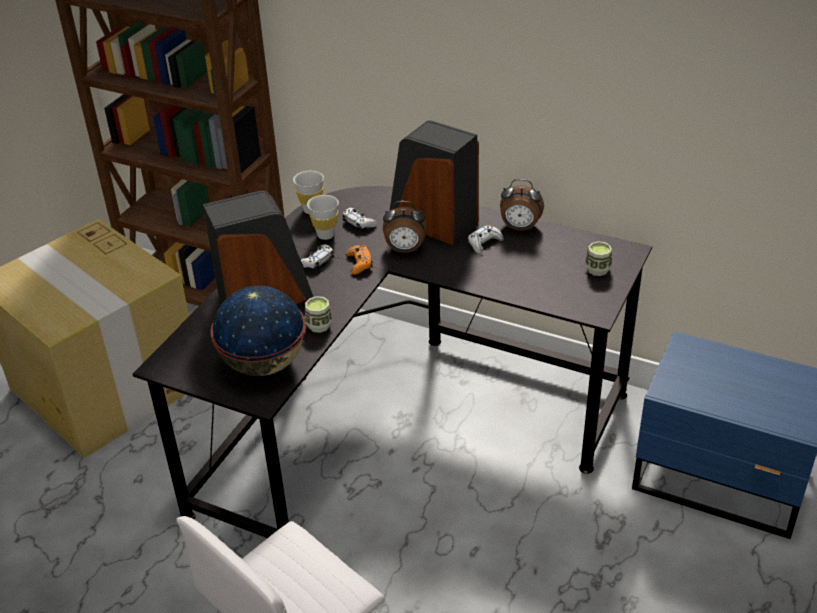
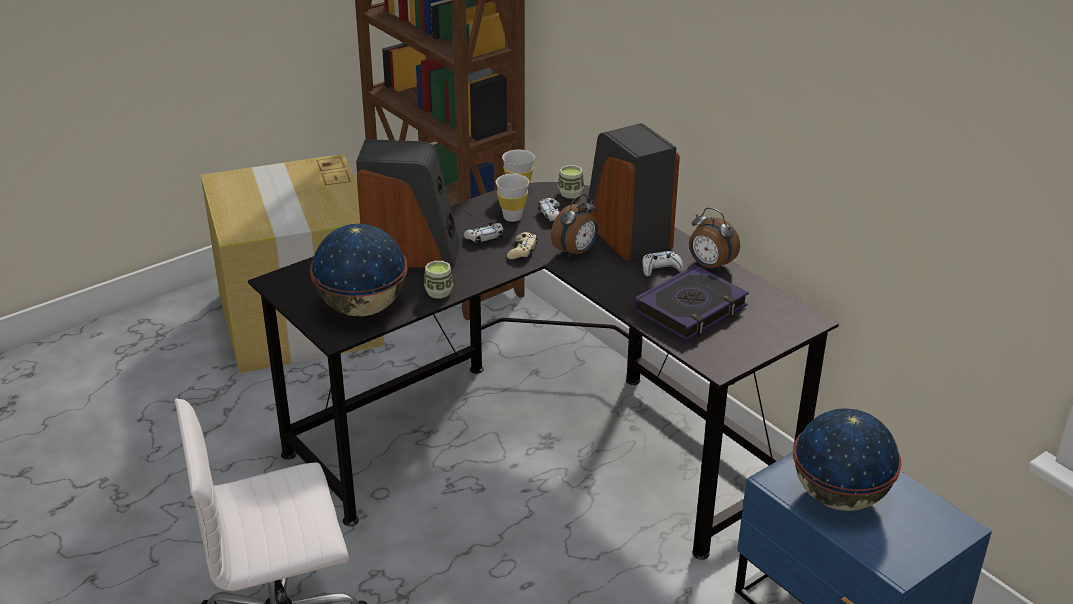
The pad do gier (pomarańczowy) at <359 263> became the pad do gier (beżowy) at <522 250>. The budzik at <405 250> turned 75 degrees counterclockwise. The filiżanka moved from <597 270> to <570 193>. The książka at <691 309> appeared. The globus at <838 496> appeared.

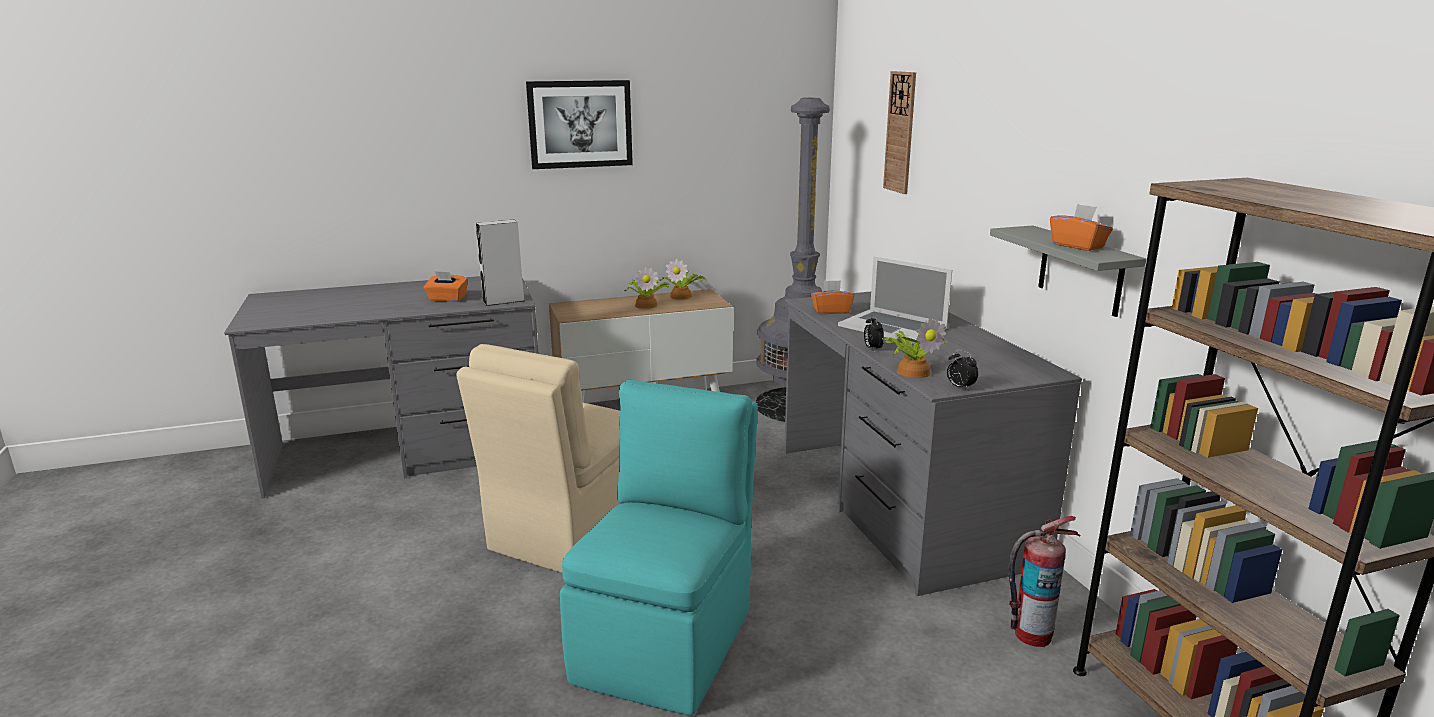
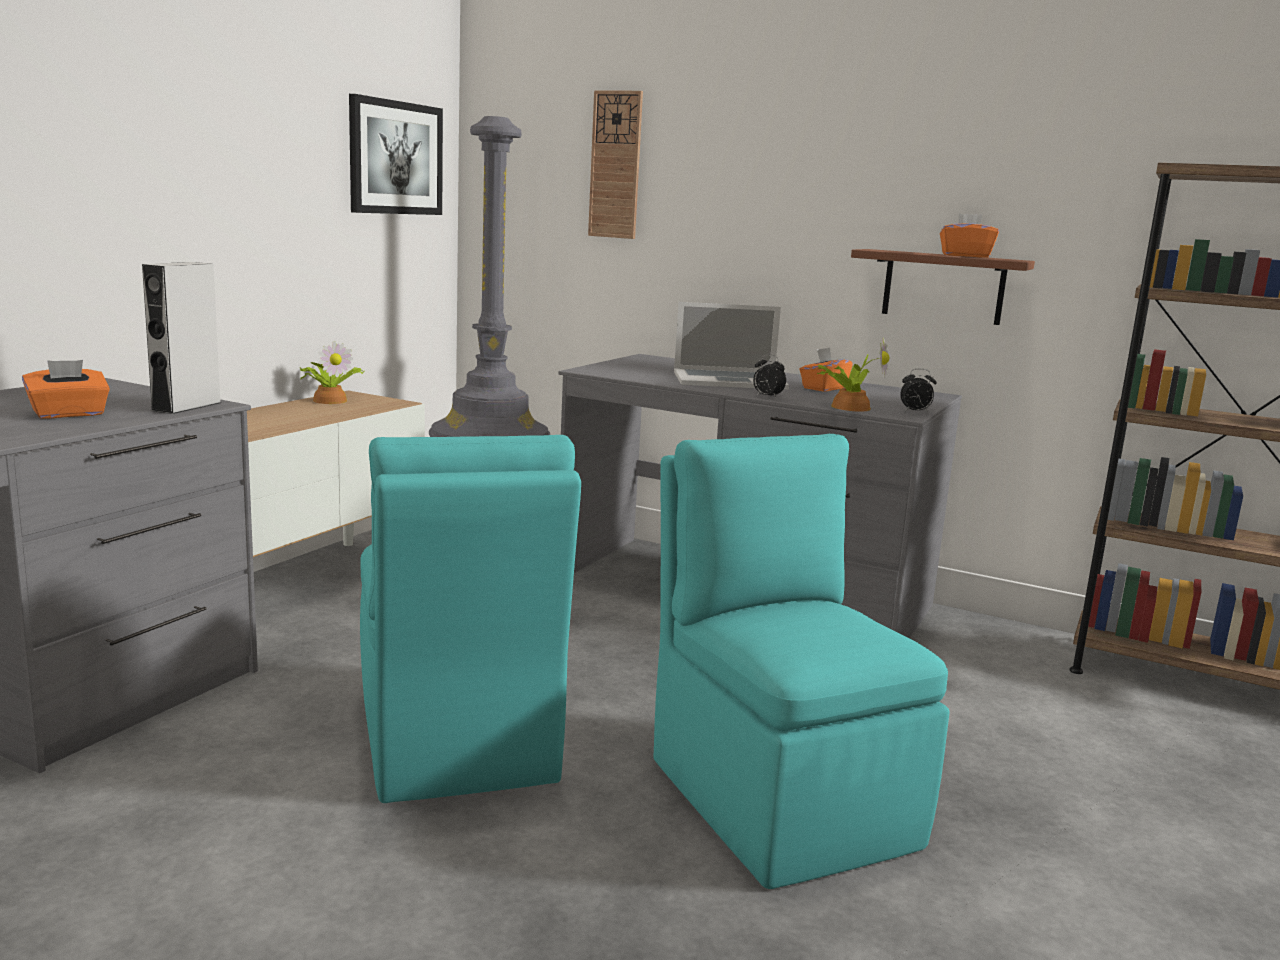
The krzesło (beżowy) at <567 532> became the krzesło (turkusowy) at <456 741>. The obraz moved from <580 124> to <395 158>. The roślina doniczkowa at <647 305> disappeared. The pudełko chusteczek (pomarańczowy) moved from <831 311> to <823 388>. The półka (szary) at <1080 271> became the półka (brązowy) at <943 287>. The gaśnica at <1031 634> disappeared.

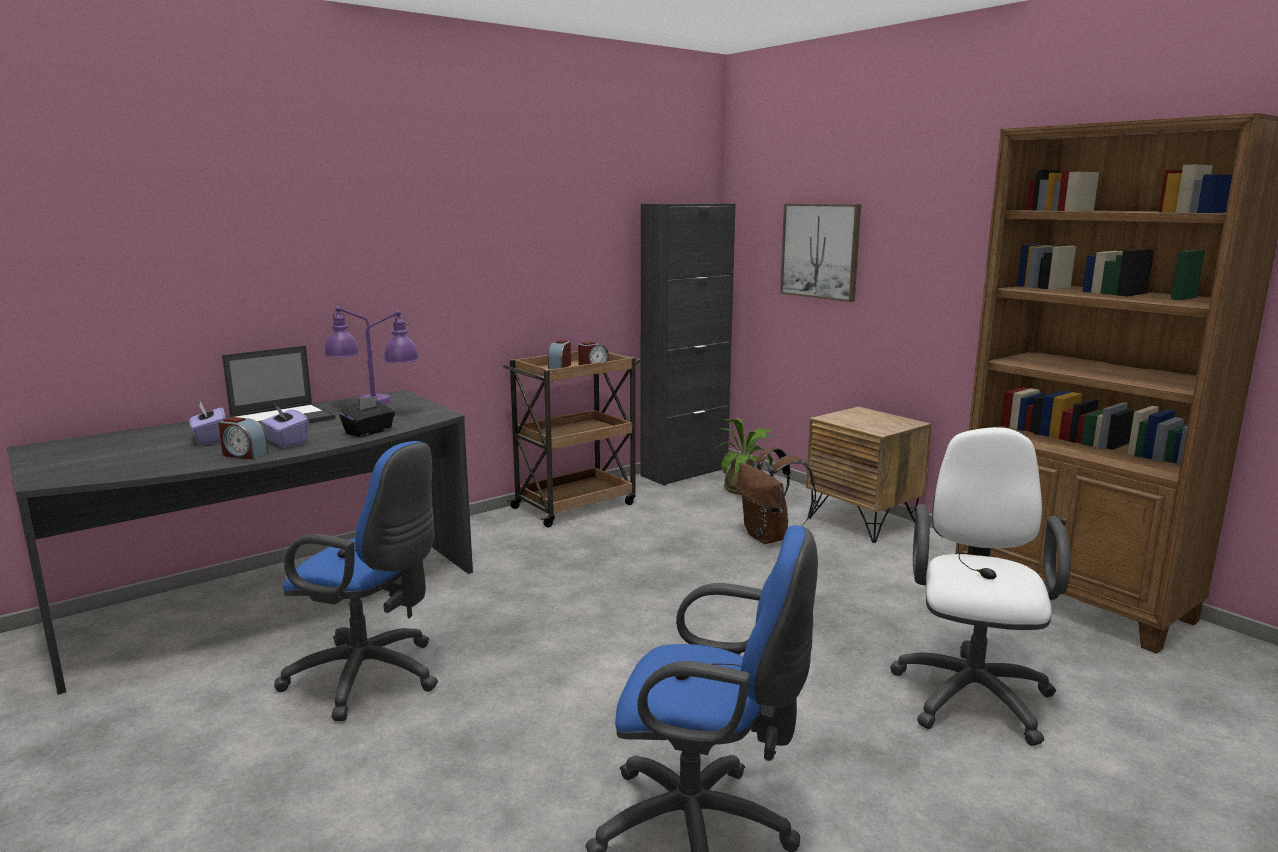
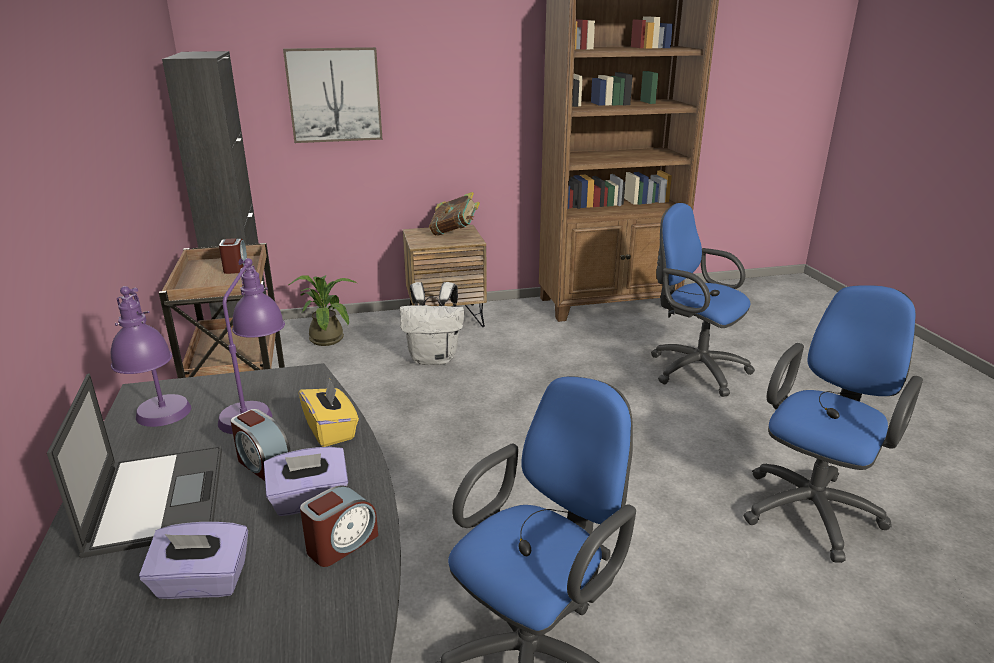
The pudełko chusteczek (czarny) at <369 432> became the pudełko chusteczek (żółty) at <331 430>. The budzik moved from <559 366> to <263 464>. The plecak (brązowy) at <770 537> became the plecak (biały) at <434 358>. The krzesło biurowe (biały) at <971 691> became the krzesło biurowe (niebieski) at <693 369>. The książka at <455 233> appeared.

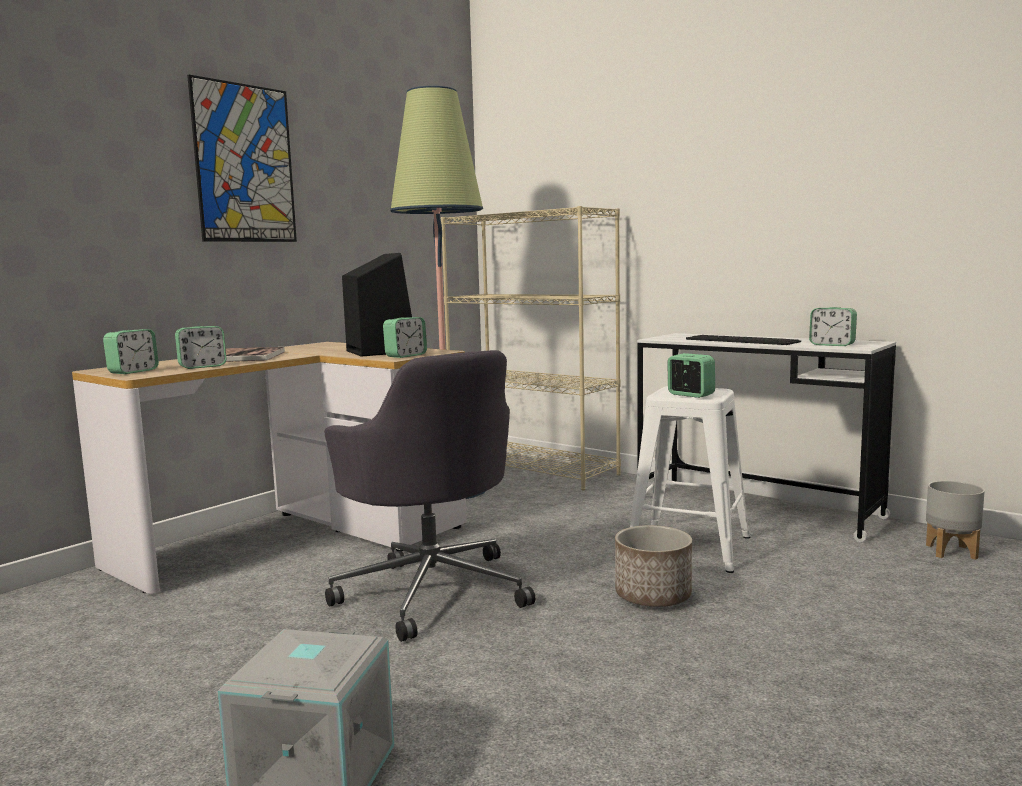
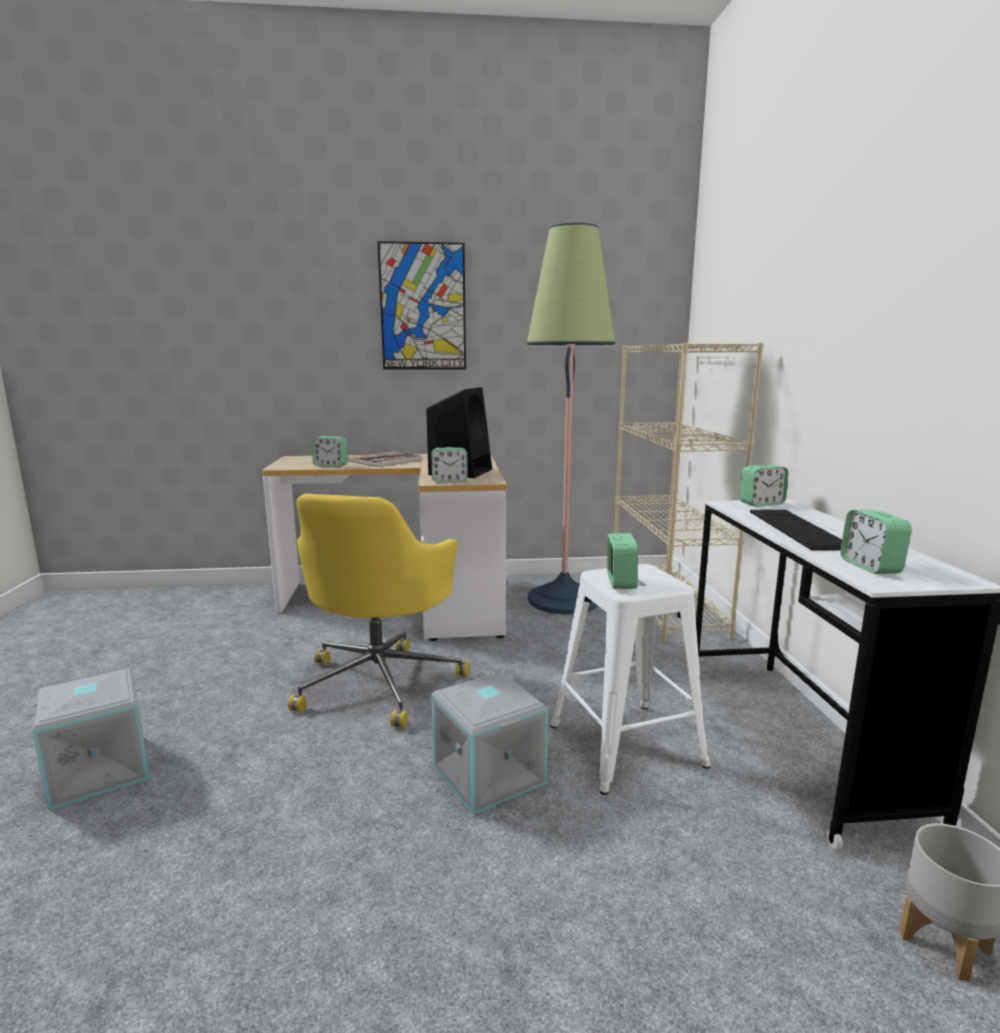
The budzik moved from <133 371> to <761 503>. The krzesło biurowe (szary) at <432 591> became the krzesło biurowe (żółty) at <381 681>. The donica at <653 596> was replaced by the pojemnik do przechowywania (szary) at <490 774>.

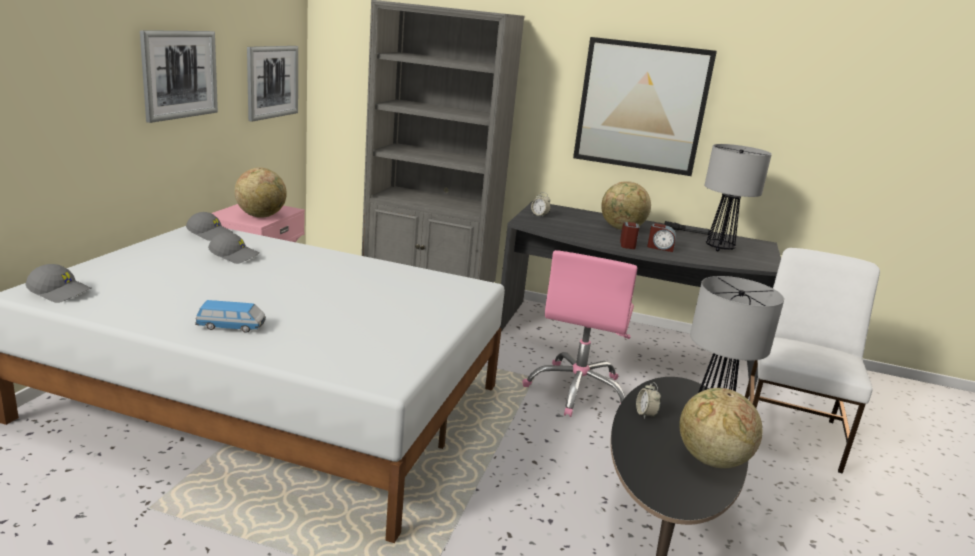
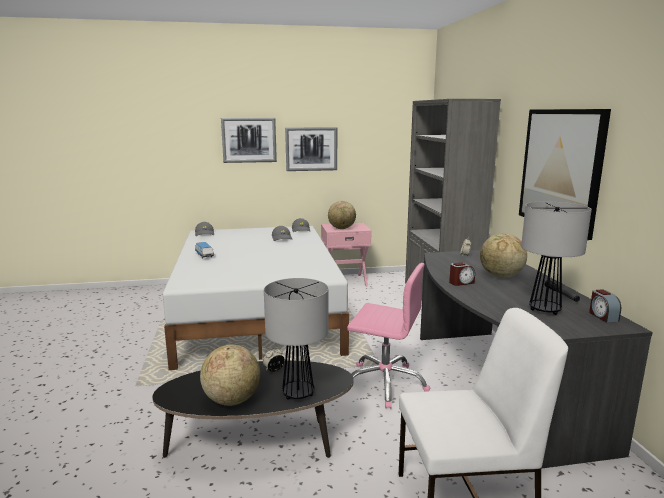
The obraz moved from <272 82> to <249 140>. The krzesło biurowe (różowy) at <577 390> turned 150 degrees counterclockwise. The budzik moved from <660 248> to <602 316>.

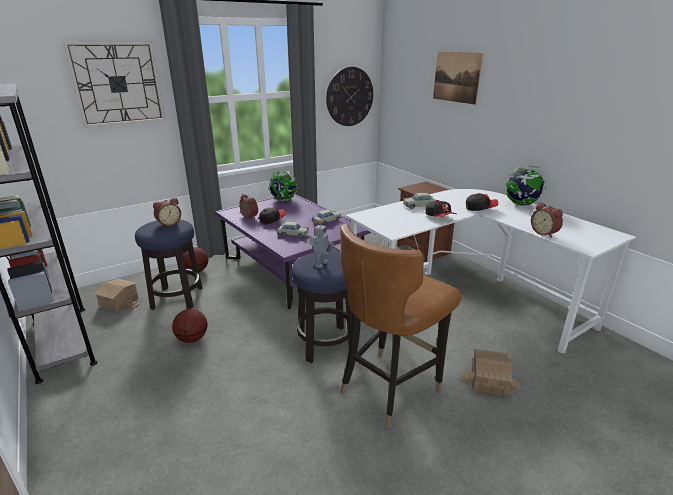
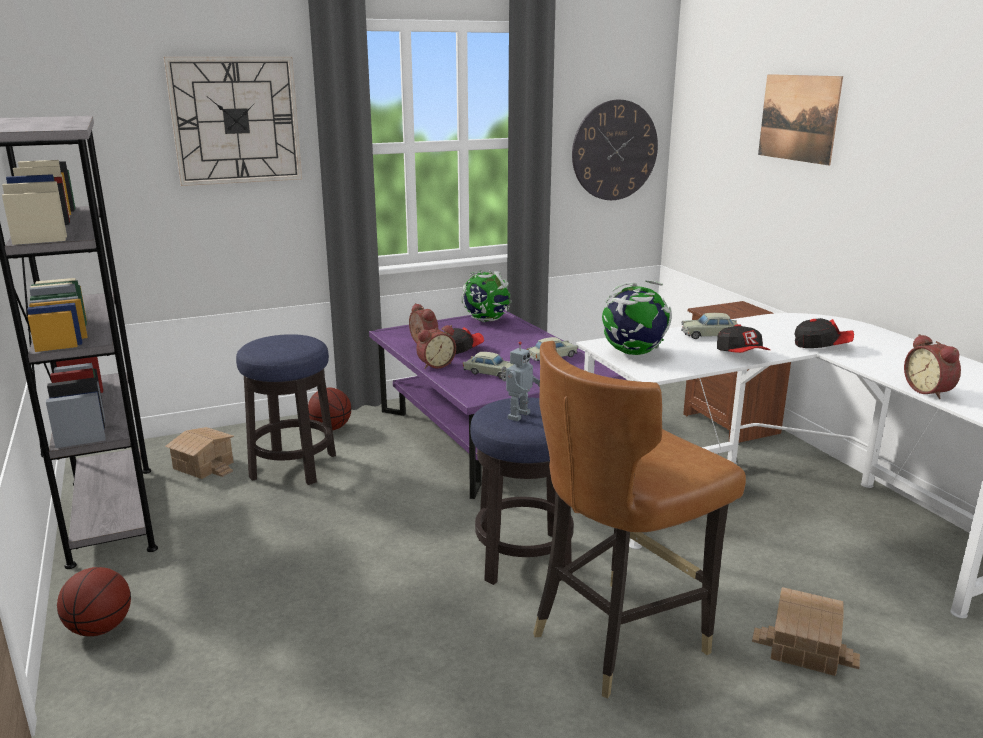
The budzik moved from <169 224> to <435 365>. The piłka do koszykówki moved from <192 339> to <100 628>. The globus moved from <521 204> to <633 353>.

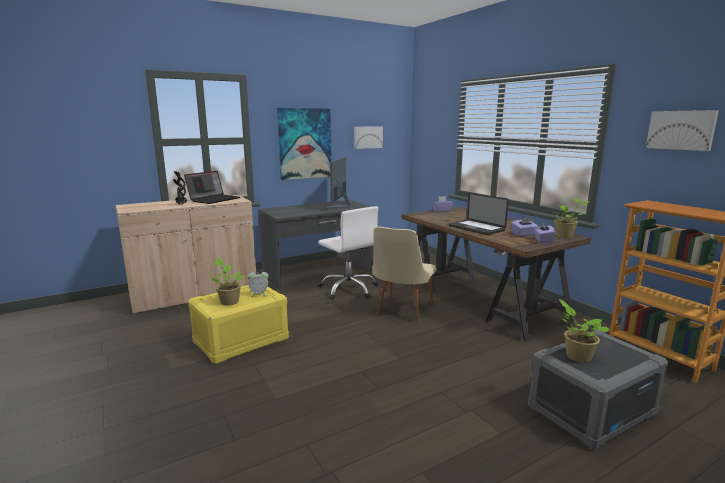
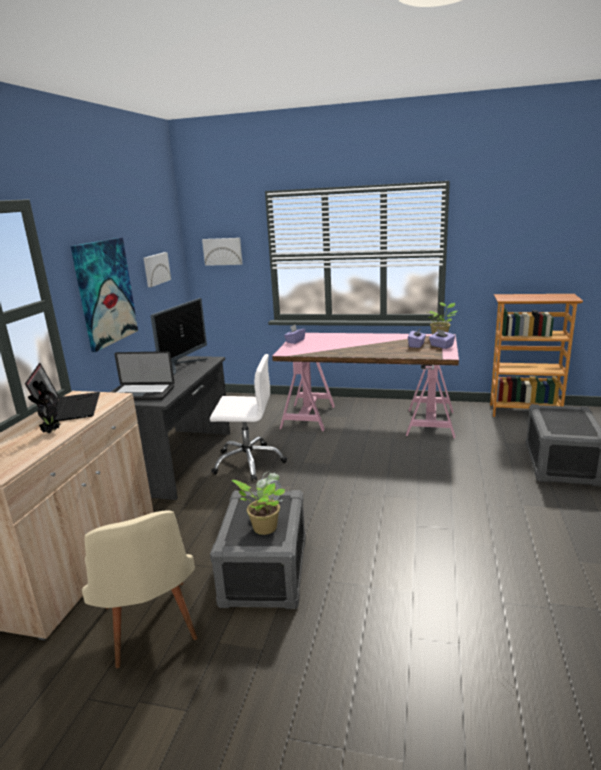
The pojemnik do przechowywania (żółty) at <241 341> became the pojemnik do przechowywania (szary) at <265 572>. The monitor at <341 205> turned 120 degrees counterclockwise. The krzesło (beżowy) moved from <401 311> to <151 631>. The biurko (brązowy) at <480 299> became the biurko (różowy) at <368 419>. The laptop moved from <476 228> to <141 393>. The roślina doniczkowa at <576 356> disappeared. The obraz moved from <681 130> to <223 251>.

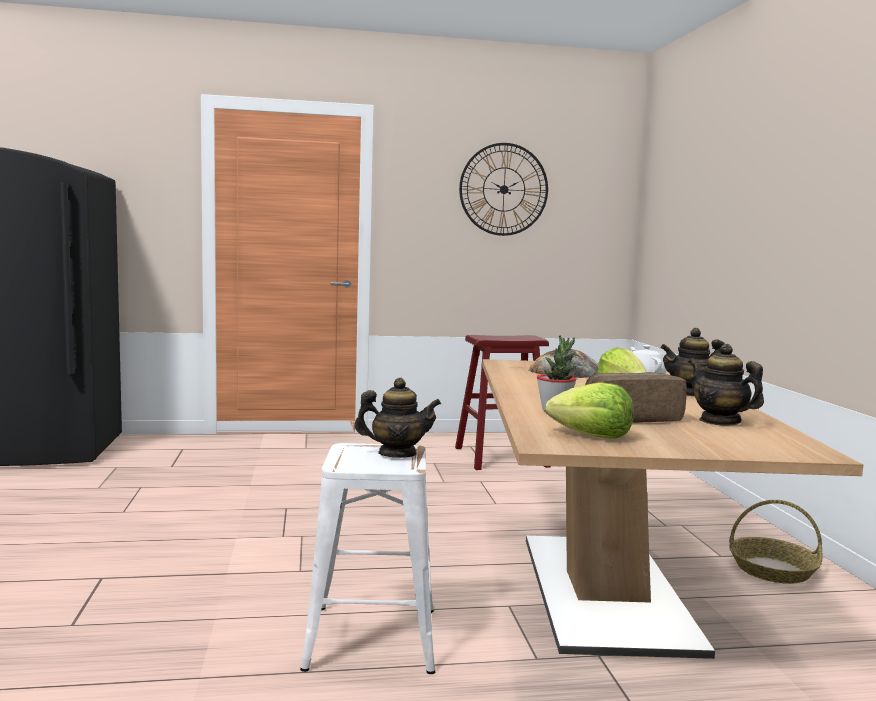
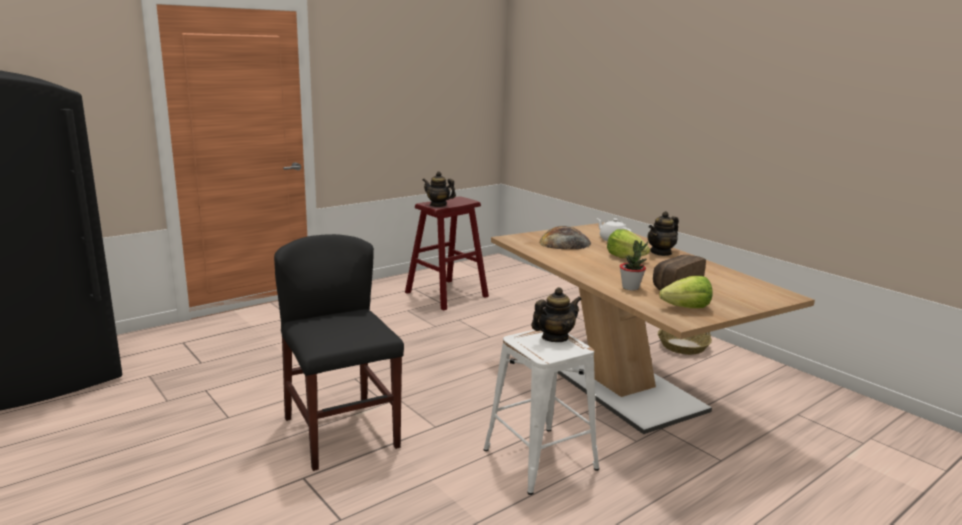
The zegar ścienny at <504 189> disappeared. The imbryk moved from <720 421> to <438 205>. The krzesło (czarny) at <341 432> appeared.

